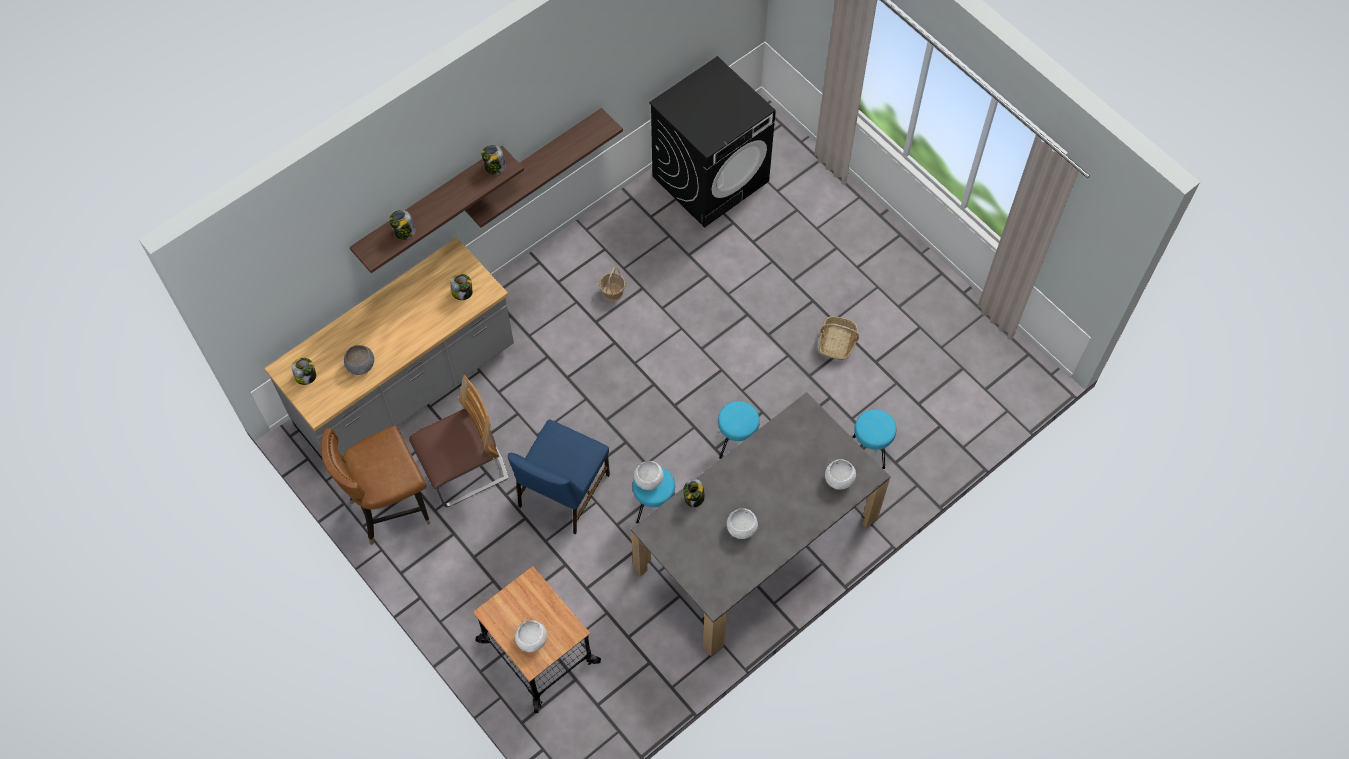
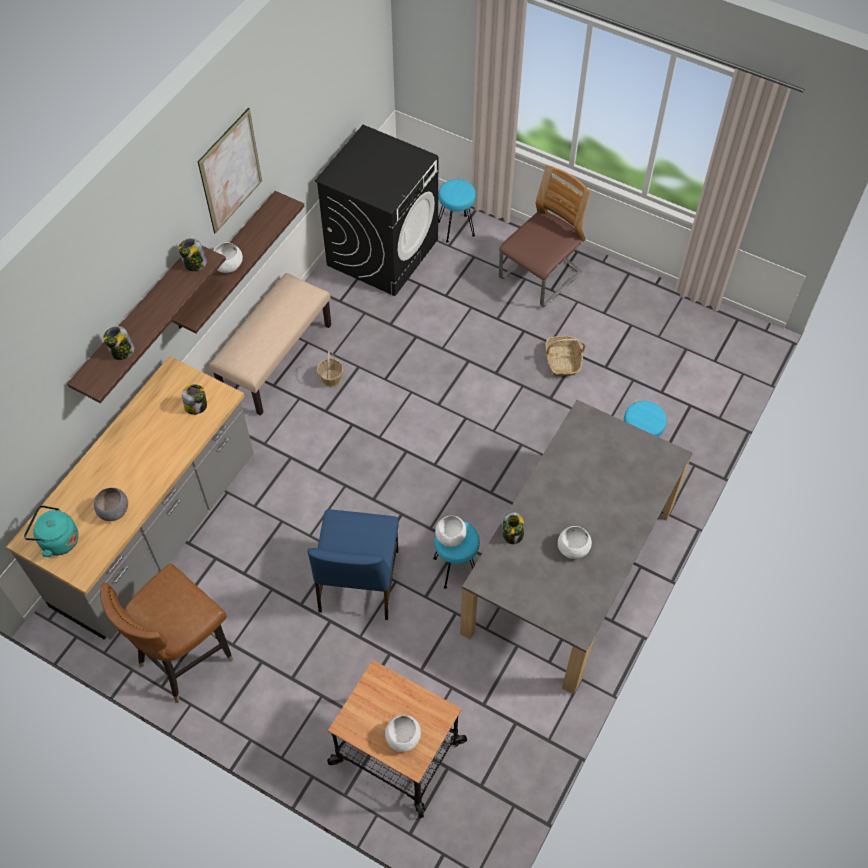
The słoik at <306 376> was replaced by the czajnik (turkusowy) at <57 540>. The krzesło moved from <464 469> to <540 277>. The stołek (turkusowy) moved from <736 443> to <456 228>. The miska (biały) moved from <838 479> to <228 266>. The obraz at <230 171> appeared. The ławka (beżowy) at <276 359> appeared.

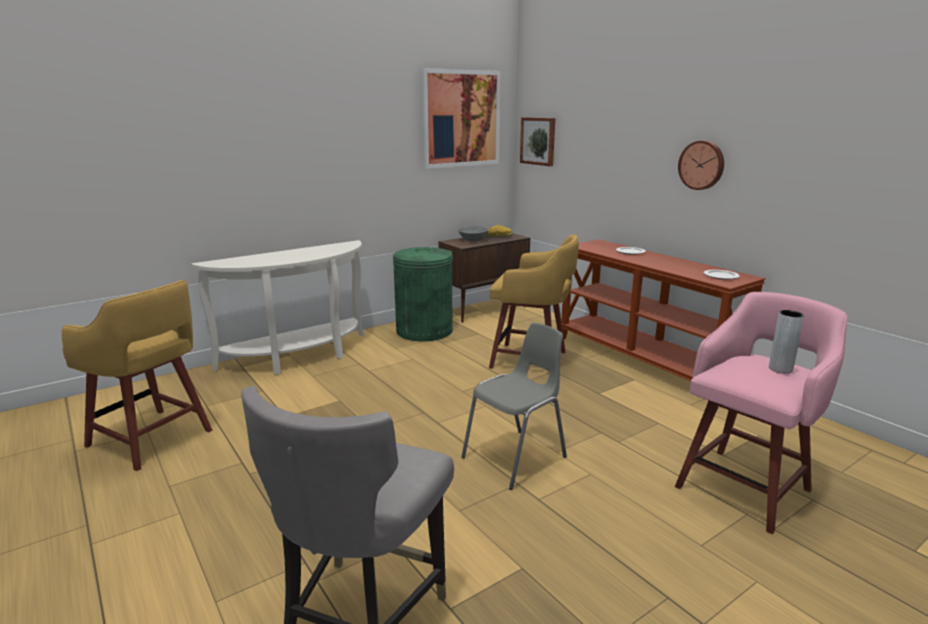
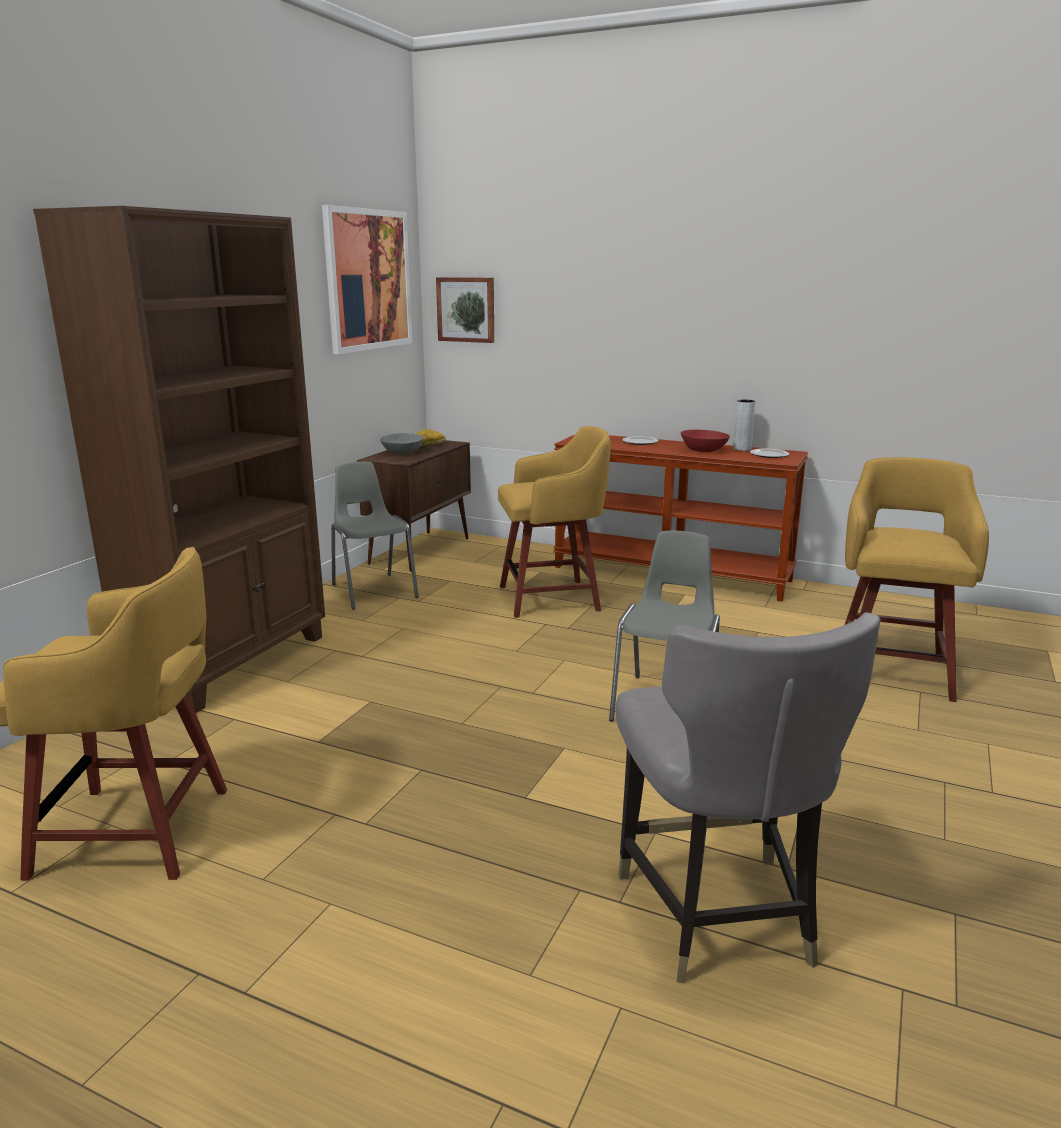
The stolik konsolowy (biały) at <299 358> was replaced by the regał (brązowy) at <232 663>. The kosz na śmieci (zielony) at <424 330> was replaced by the krzesło (szary) at <373 591>. The stołek (różowy) at <745 487> became the stołek (żółty) at <893 669>. The zegar ścienny at <702 165> disappeared. The wazon (szary) moved from <780 369> to <742 449>. The miska (czerwony) at <703 451> appeared.

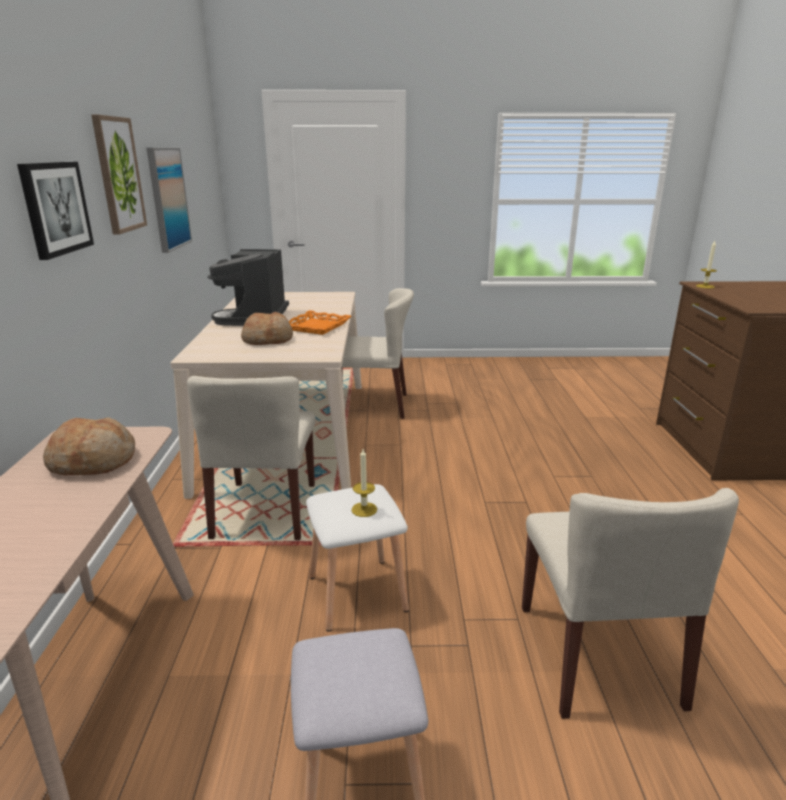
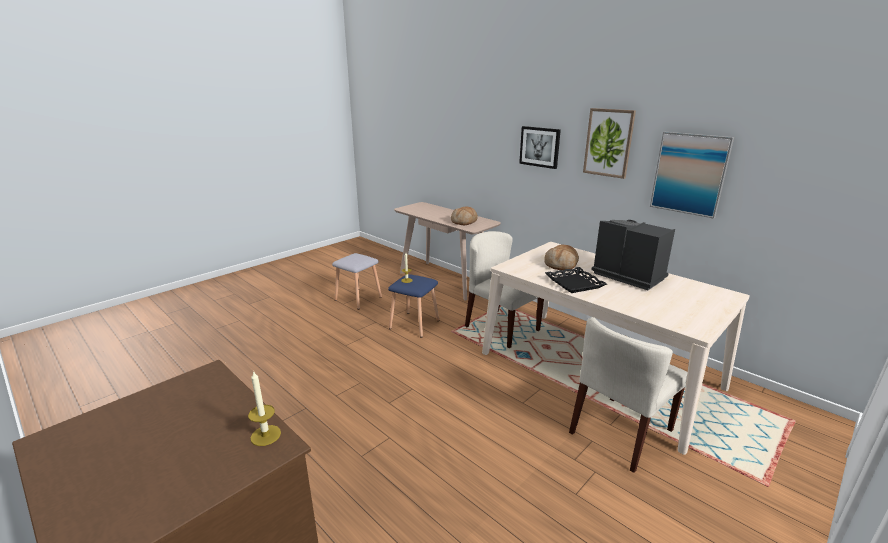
The taca (pomarańczowy) at <316 327> became the taca (czarny) at <575 283>. The stołek (biały) at <356 592> became the stołek (niebieski) at <415 324>. The krzesło (beżowy) at <598 655> disappeared.

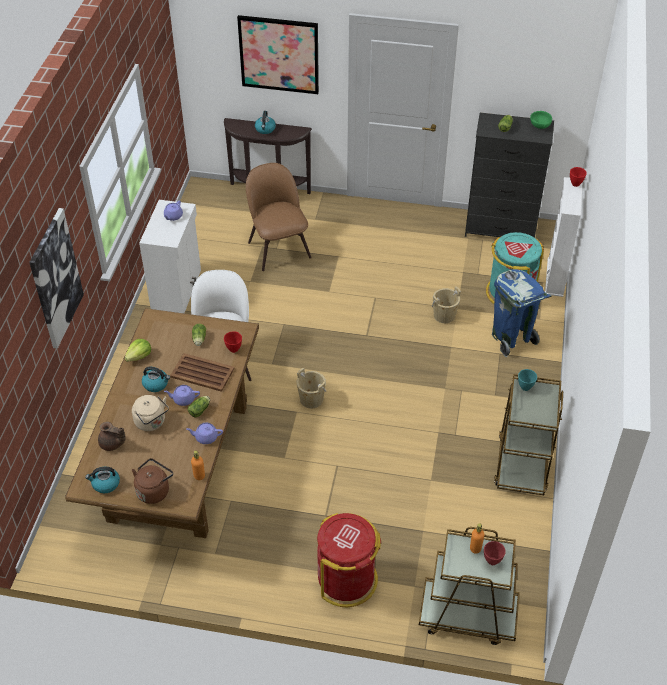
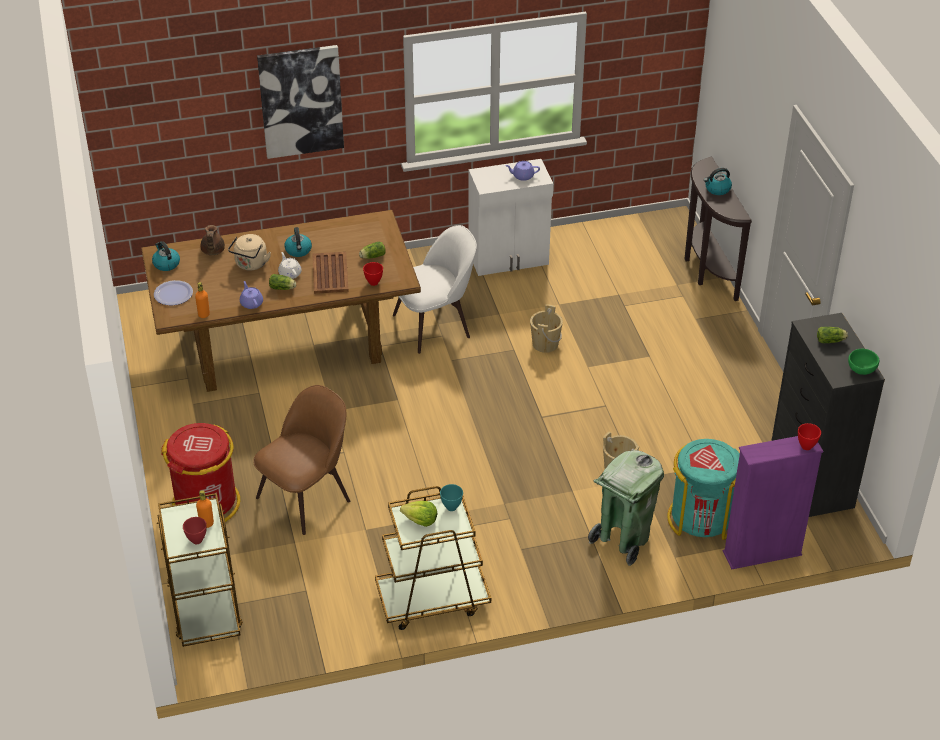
The sałata moved from <139 356> to <420 520>. The czajnik (brązowy) at <154 490> was replaced by the talerz at <173 294>. The imbryk (fioletowy) at <183 399> became the imbryk (biały) at <290 273>. The obraz at <279 54> disappeared. The krzesło (brązowy) moved from <278 248> to <306 497>. The wiadro (beżowy) moved from <311 399> to <545 344>. The kosz na śmieci (niebieski) at <511 338> became the kosz na śmieci (zielony) at <623 540>. The regał (biały) at <555 277> became the regał (fioletowy) at <762 553>.

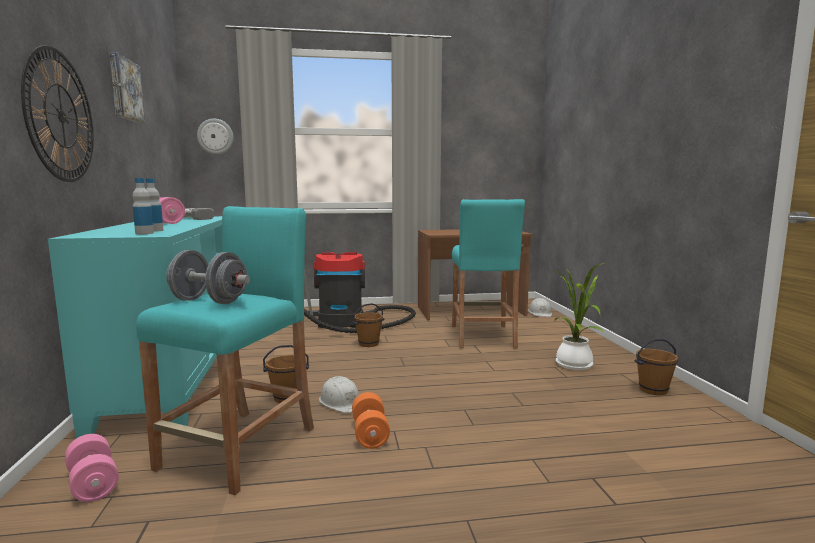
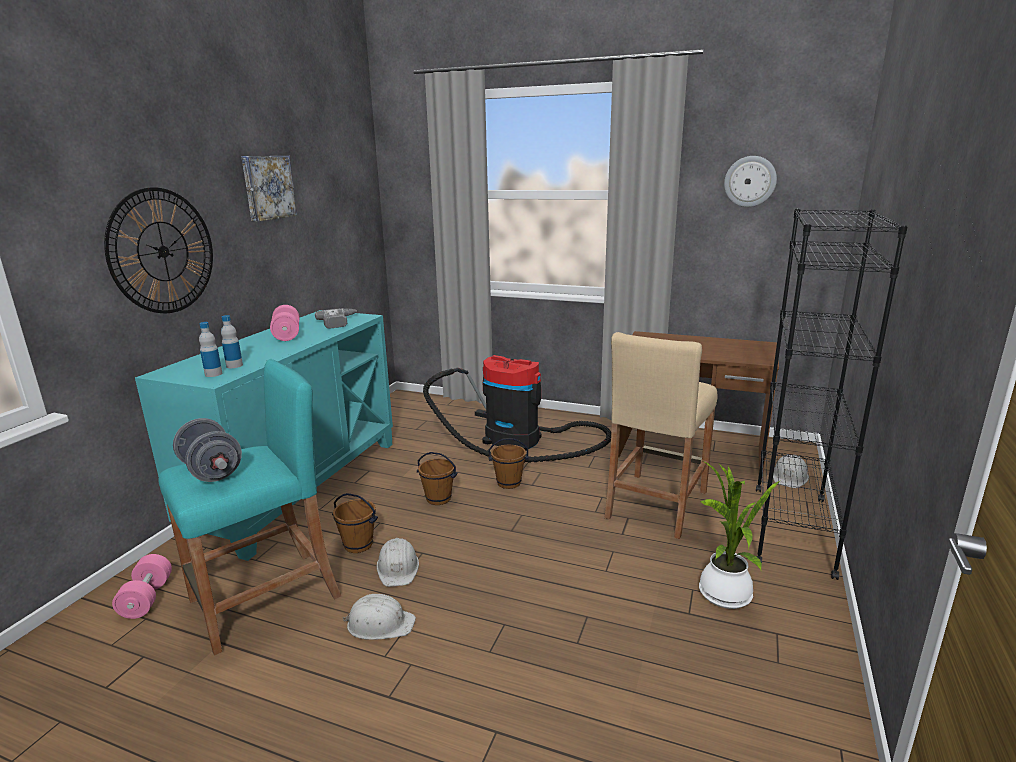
The zegar ścienny moved from <215 136> to <750 181>. The hantel (pomarańczowy) at <370 434> was replaced by the kask (biały) at <380 624>. The stołek (turkusowy) at <482 336> became the stołek (beżowy) at <656 504>. The wiadro (brązowy) moved from <653 390> to <438 498>. The regał (czarny) at <792 529> appeared.

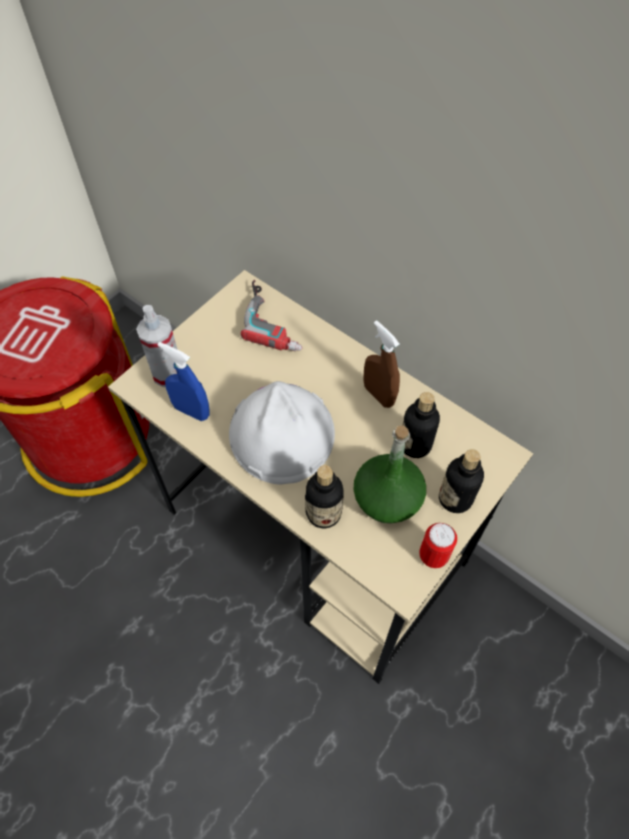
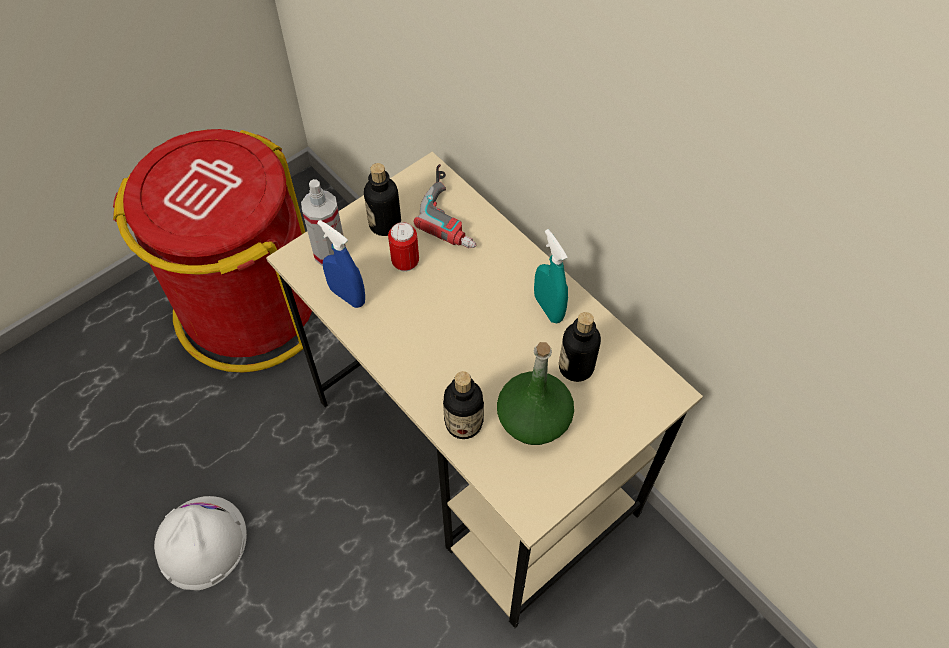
The kask (biały) moved from <281 433> to <201 542>. The spryskiwacz (brązowy) at <378 395> became the spryskiwacz (turkusowy) at <548 308>. The puszka moved from <433 556> to <405 262>. The butelka moved from <455 498> to <385 224>.

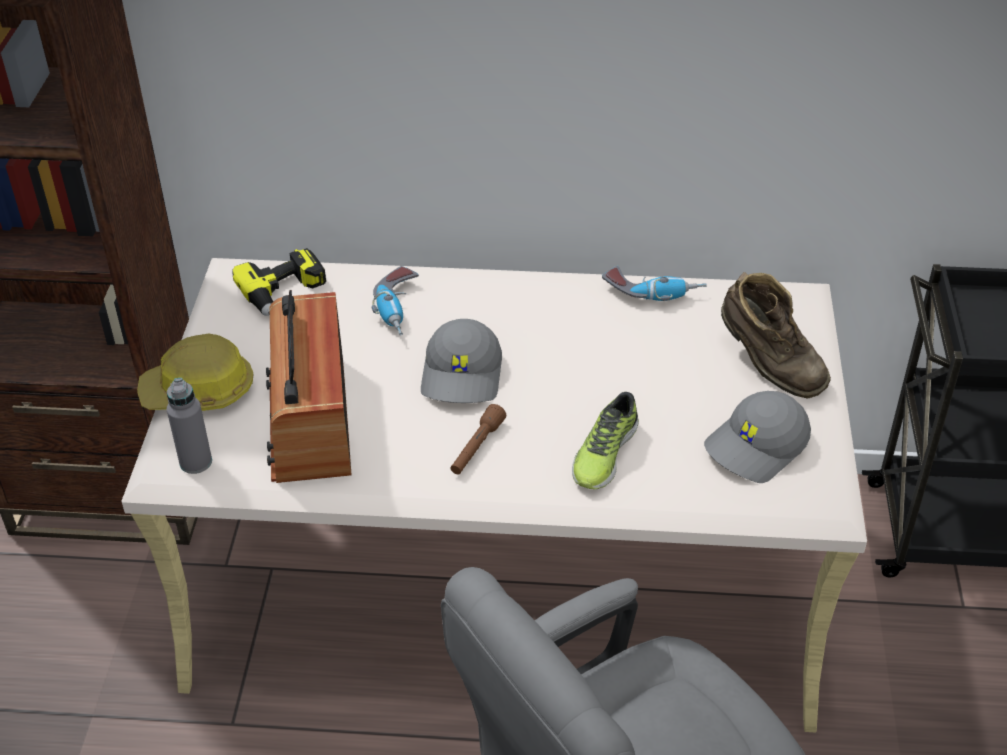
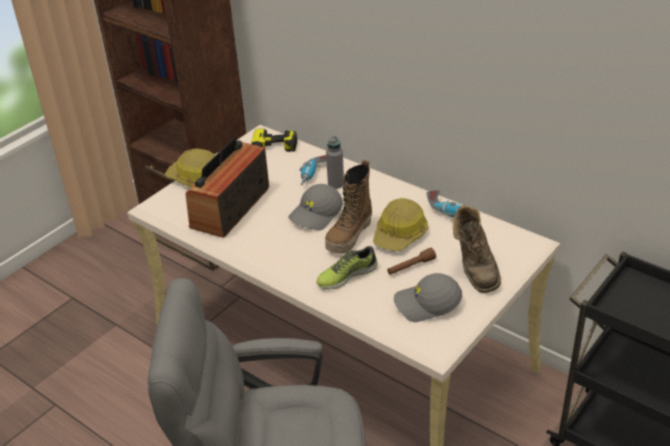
The butelka (szary) moved from <196 462> to <336 184>. The latarka (brązowy) moved from <477 448> to <411 267>. The but z cholewką at <349 236> appeared. The kask at <400 234> appeared.

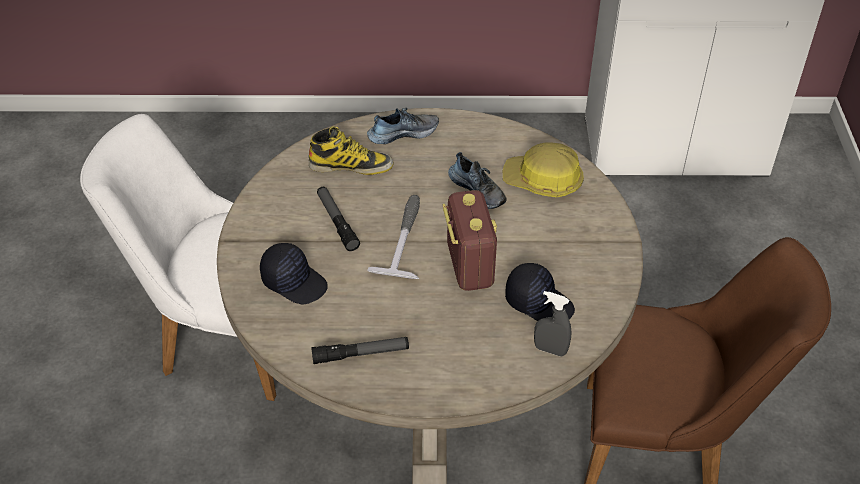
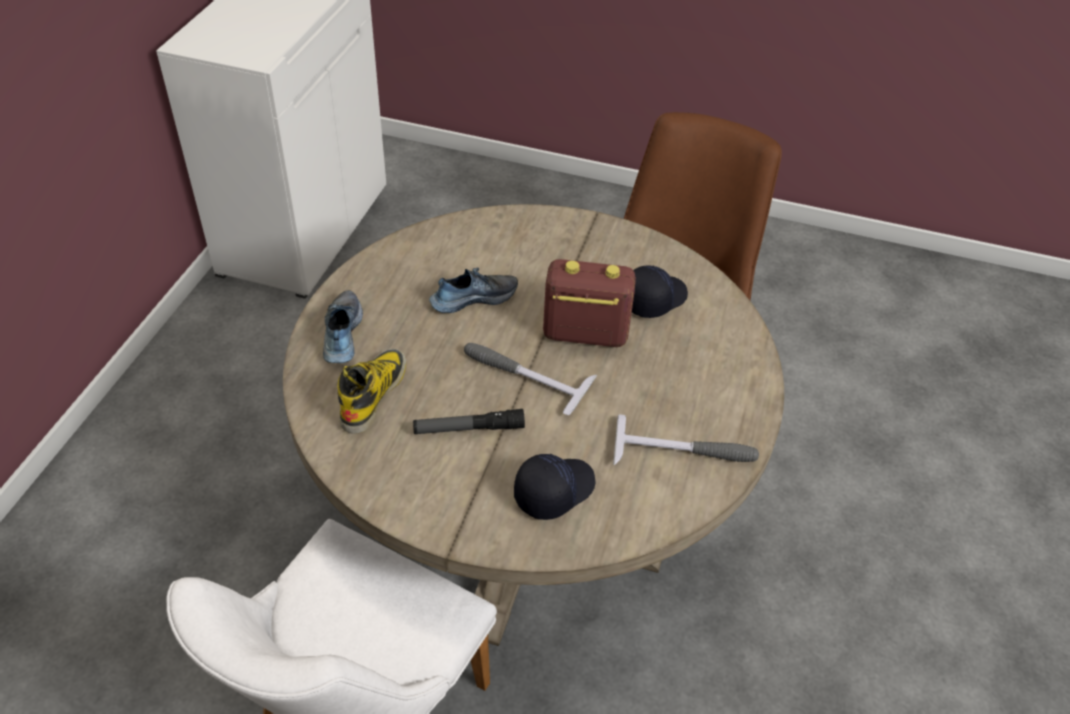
The latarka at <360 354> was replaced by the młotek at <685 452>. The kask at <543 181> disappeared. The spryskiwacz (szary) at <550 350> disappeared.

